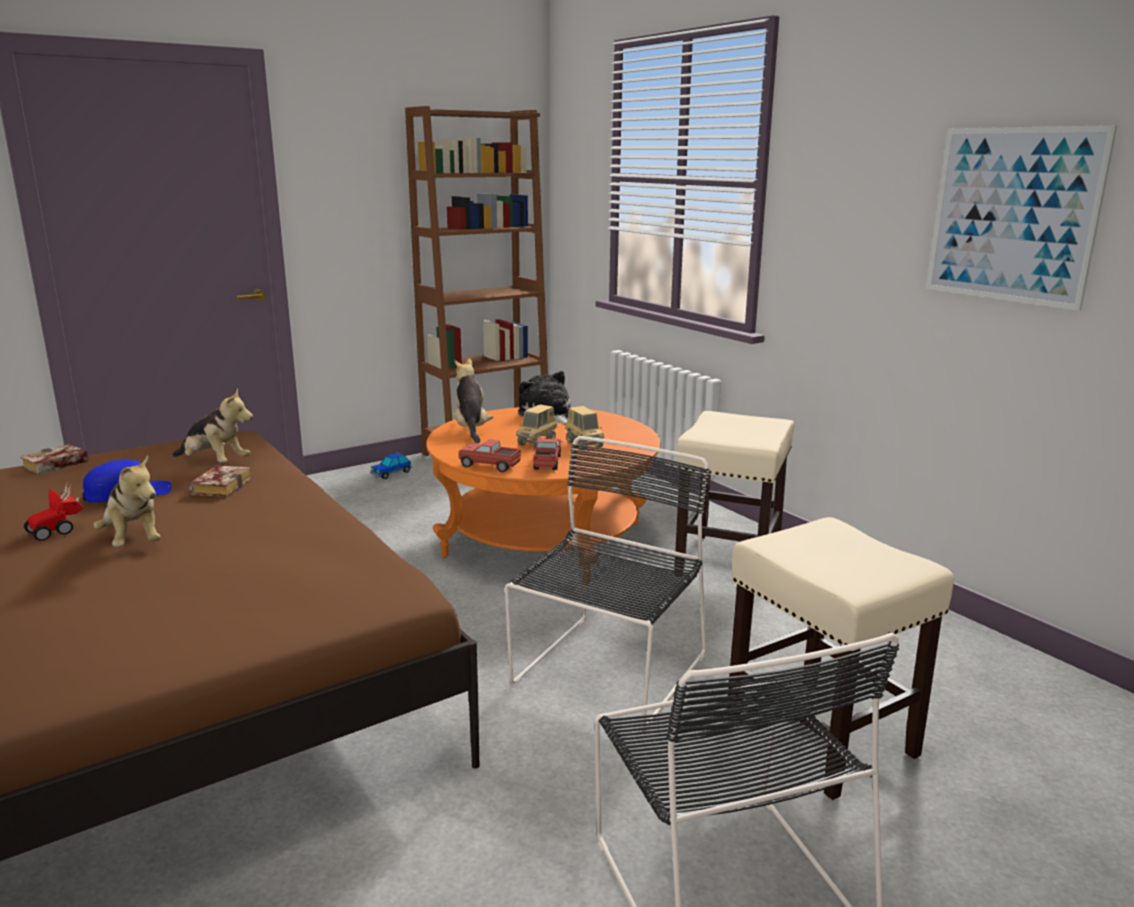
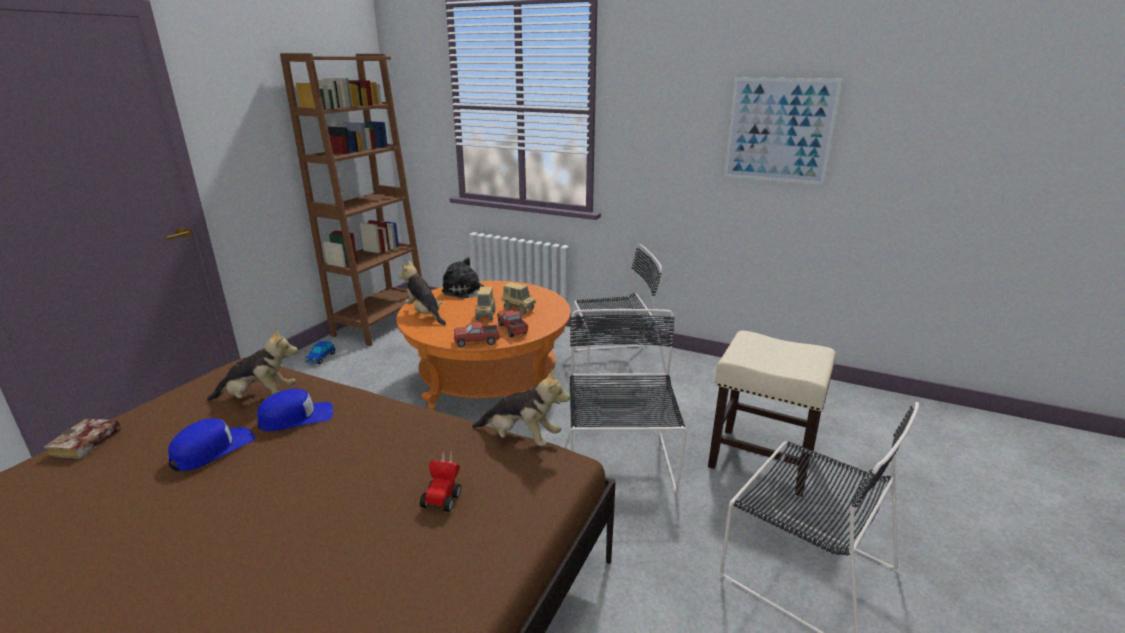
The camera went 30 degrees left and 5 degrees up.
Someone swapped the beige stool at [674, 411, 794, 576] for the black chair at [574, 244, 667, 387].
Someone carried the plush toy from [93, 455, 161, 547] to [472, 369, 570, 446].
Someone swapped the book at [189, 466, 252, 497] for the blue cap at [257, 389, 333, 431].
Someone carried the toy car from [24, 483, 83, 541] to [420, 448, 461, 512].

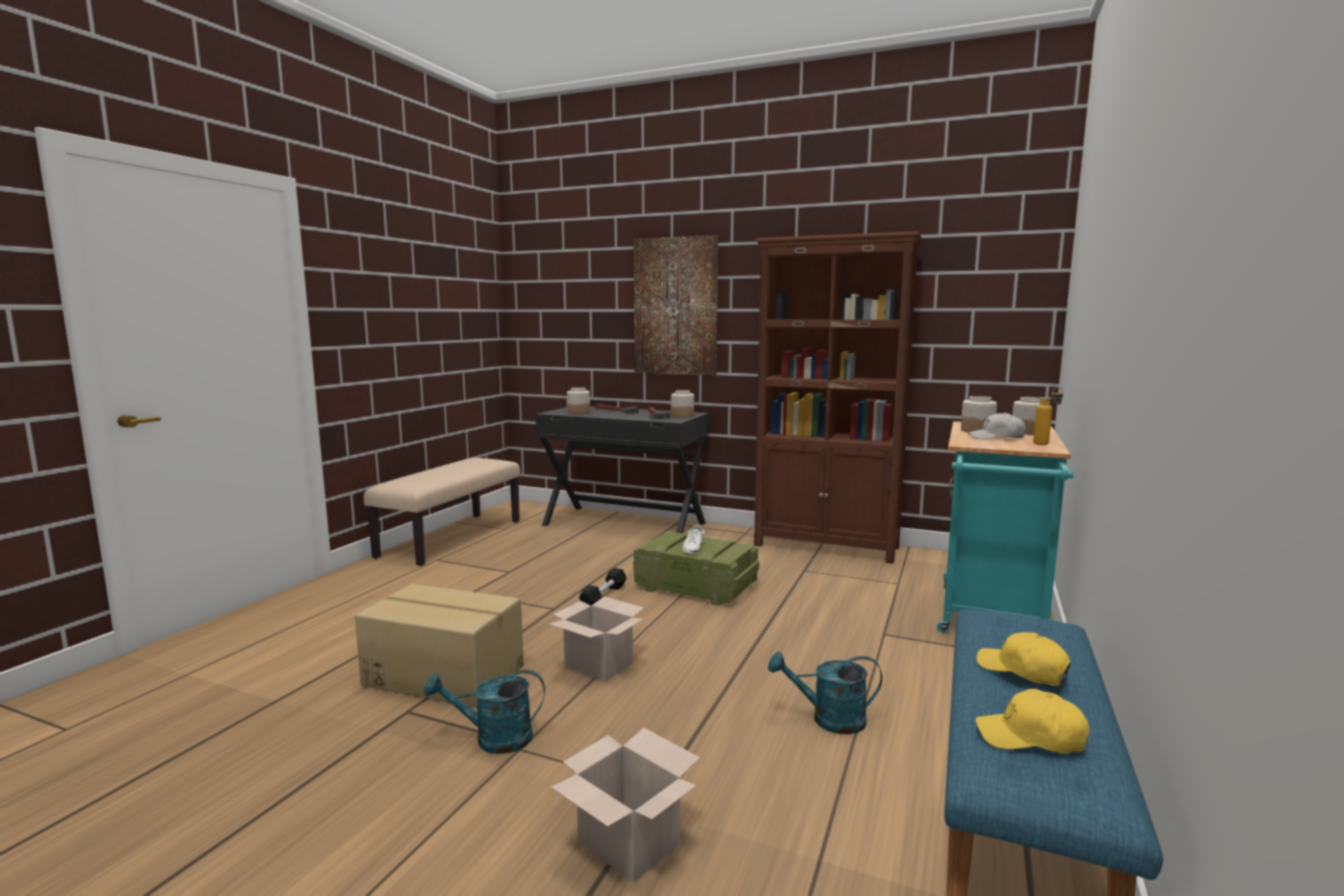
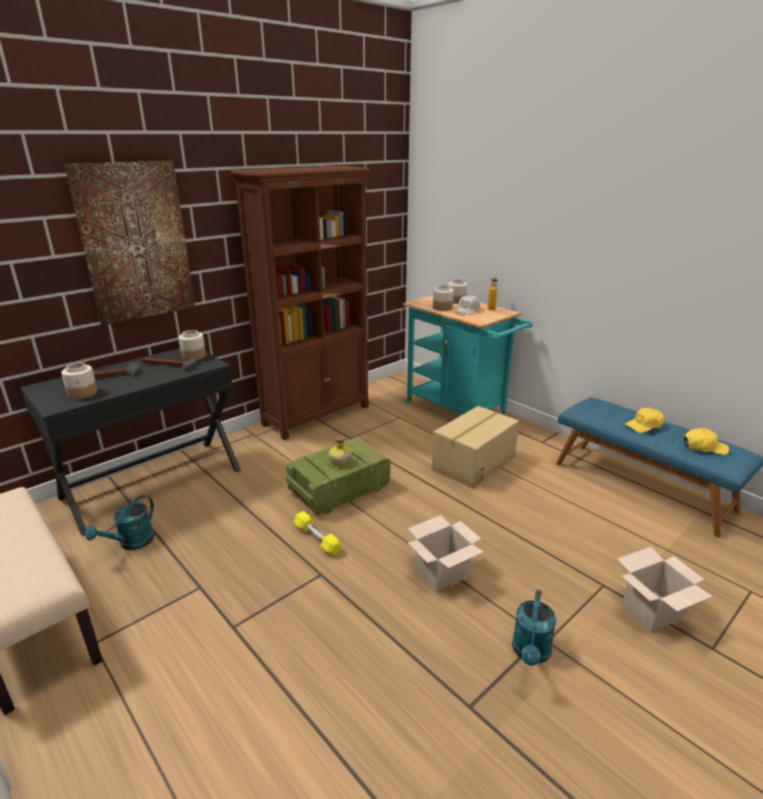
The camera went 65 degrees left and 15 degrees up.
Someone swapped the white shoe at [682, 524, 704, 554] for the bottle at [329, 436, 352, 467].
Someone repainted the black dumbbell at [579, 568, 627, 606], which became the yellow dumbbell at [294, 511, 341, 556].
Someone carried the cardboard box from [355, 584, 524, 708] to [432, 406, 519, 488].
Someone carried the turquoise watering can from [768, 652, 882, 734] to [85, 495, 154, 550].
Someone rotated the yellow cap at [976, 689, 1089, 754] by 120 degrees counterclockwise.

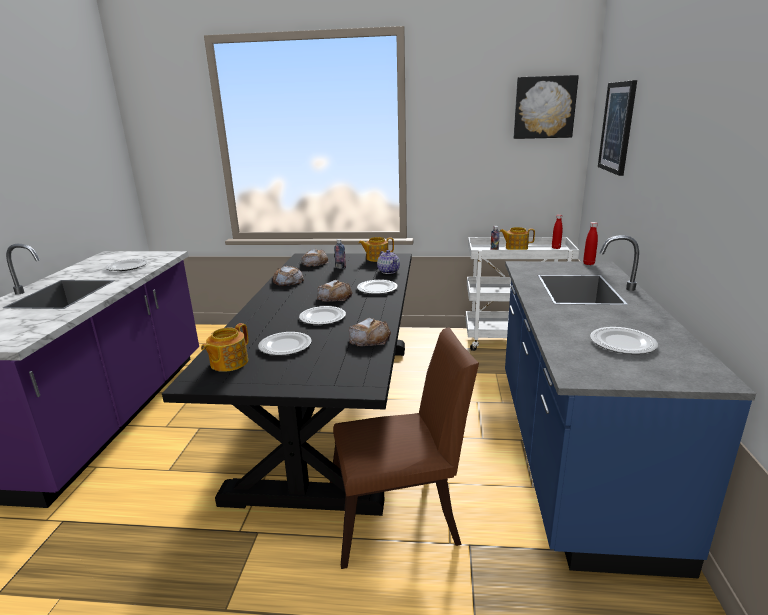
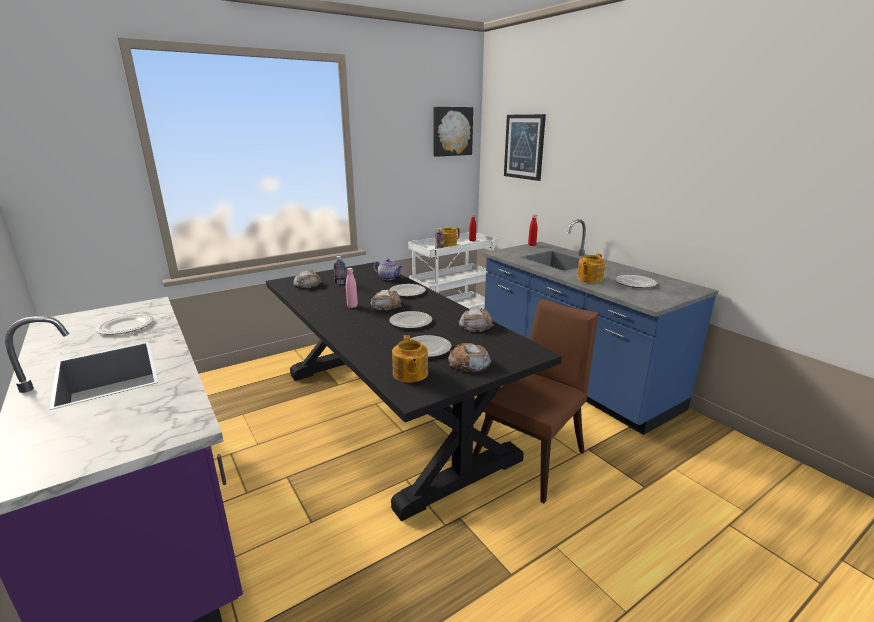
The camera went 40 degrees left and 0 degrees up.
Someone carried the teapot from [359, 237, 394, 262] to [577, 254, 605, 283].
Someone carried the bread from [273, 266, 304, 286] to [448, 343, 492, 372].
Someone put down the pink bottle at [346, 268, 358, 308].

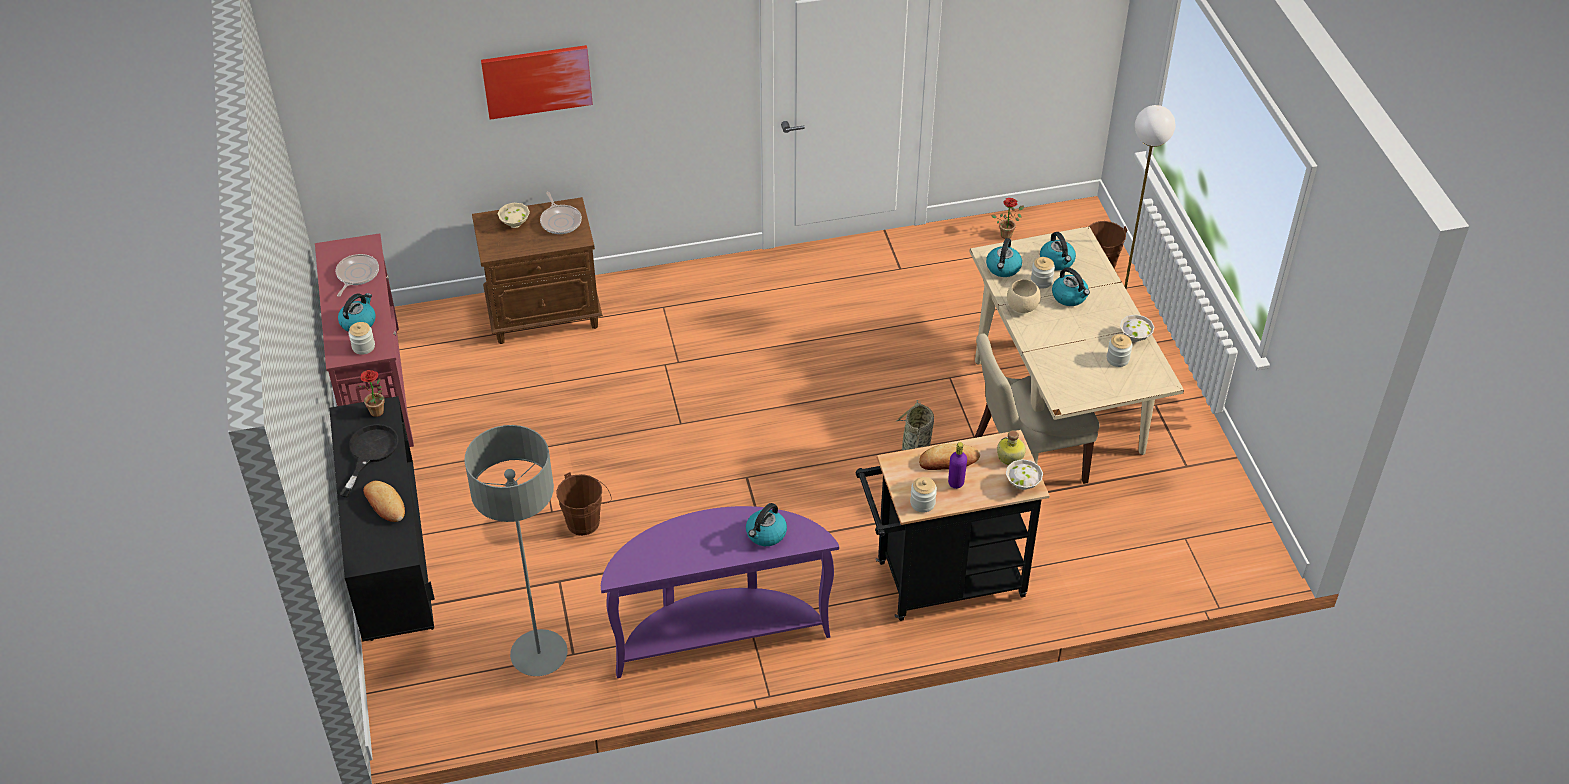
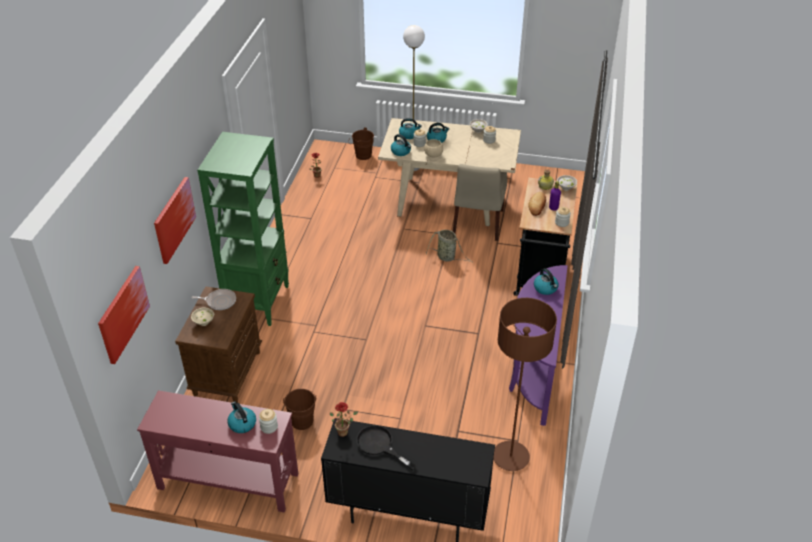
The camera went 65 degrees left and 5 degrees down.
Someone took away the frying pan at [336, 254, 379, 297].
Someone repainted the grey floor lamp at [464, 425, 567, 676], which became the brown floor lamp at [493, 298, 557, 471].
Someone carried the brown bucket from [557, 472, 611, 536] to [283, 389, 317, 430].
Someone took away the bread at [363, 481, 405, 522].
Someone put down the green bookcase at [197, 132, 289, 326].
Someone put up the picture at [98, 266, 150, 364].

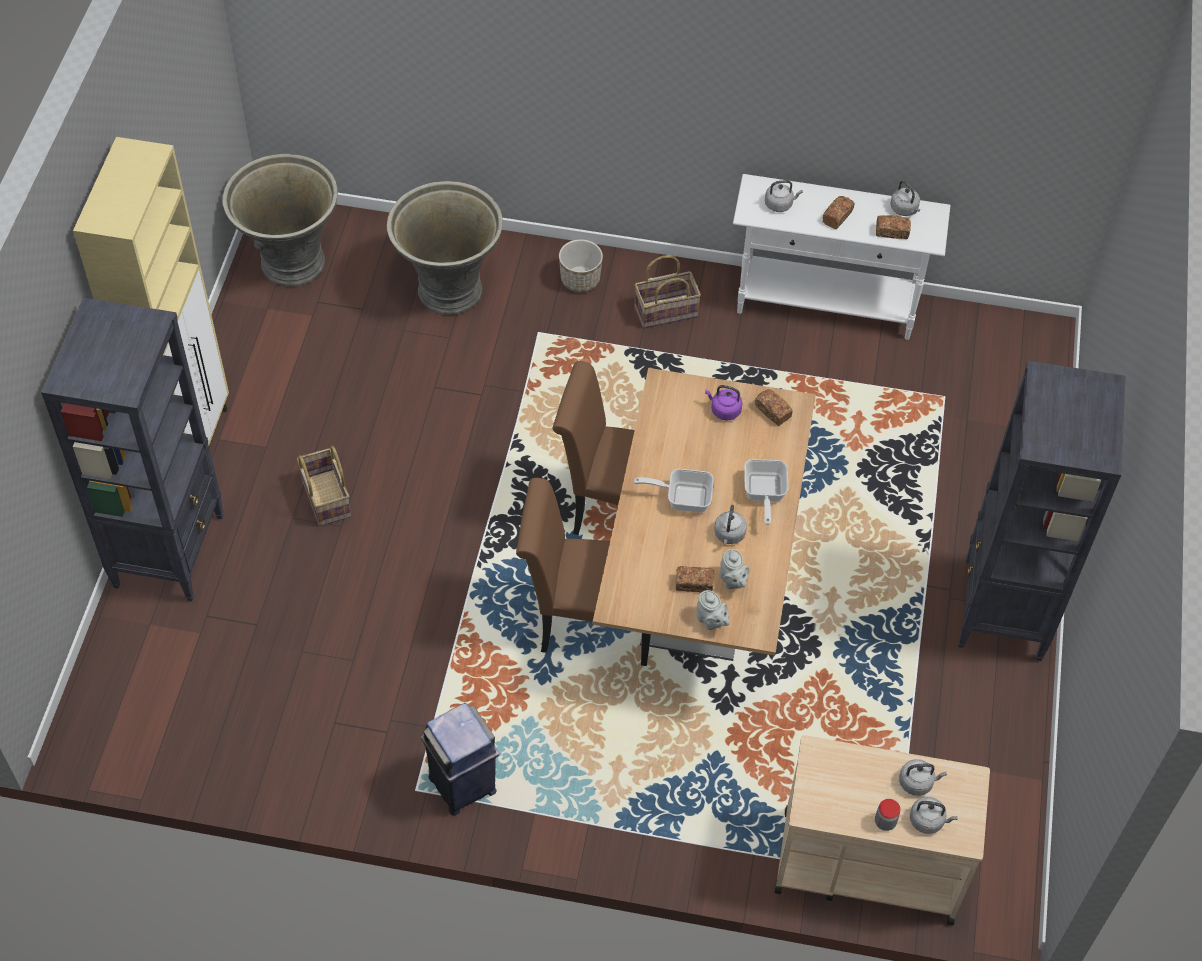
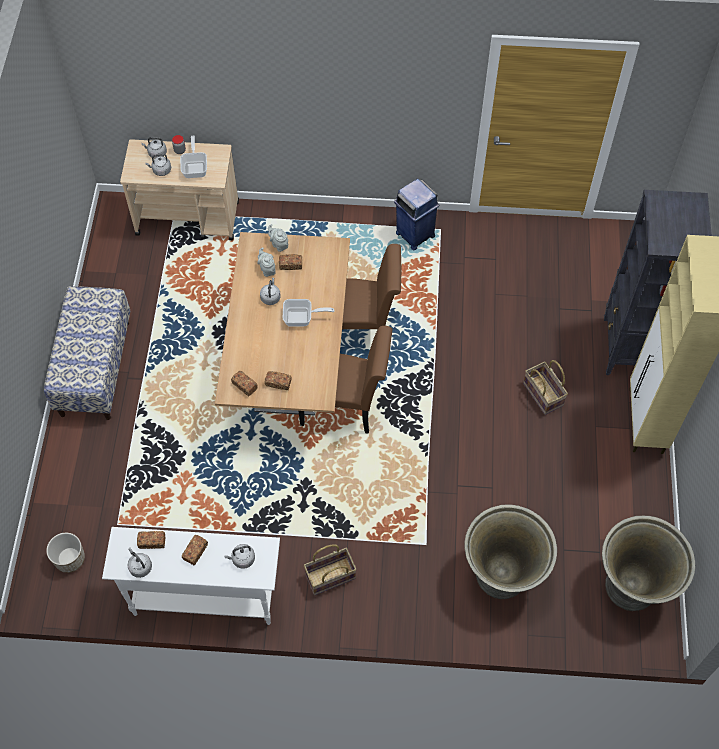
The camera went 175 degrees right and 5 degrees up.
Someone carried the planter from [559, 239, 603, 292] to [46, 533, 85, 573].
Someone swapped the black bookcase at [958, 360, 1125, 661] for the bench at [44, 286, 130, 420].
Someone swapped the purple kettle at [705, 385, 743, 420] for the bread at [265, 371, 291, 390].
Someone carried the frying pan from [744, 459, 788, 525] to [180, 136, 207, 178].

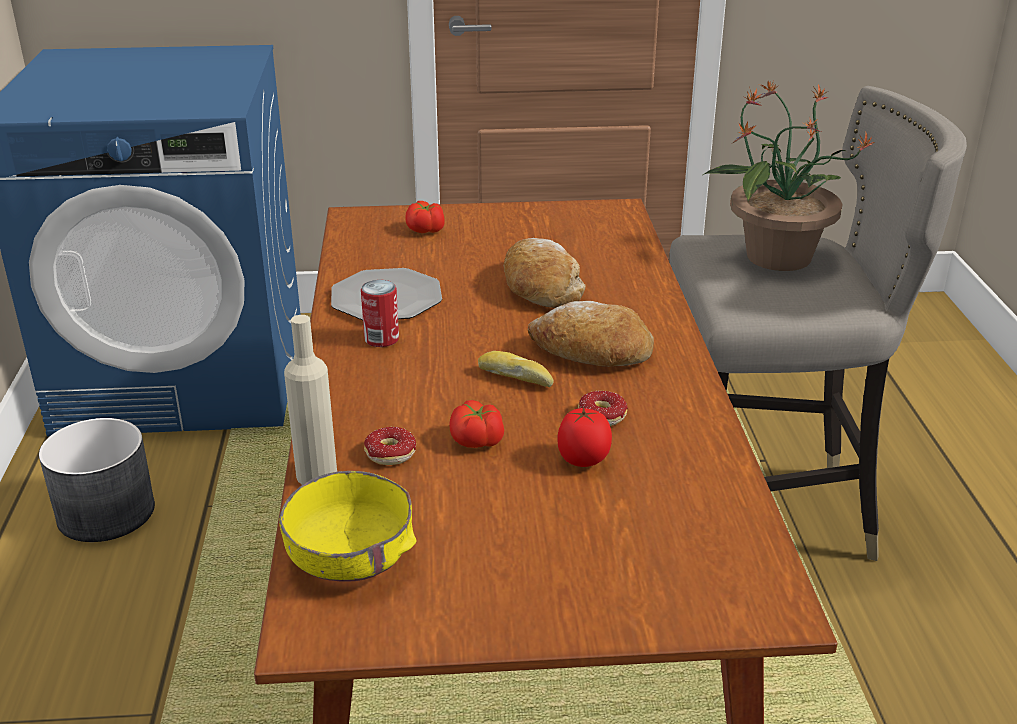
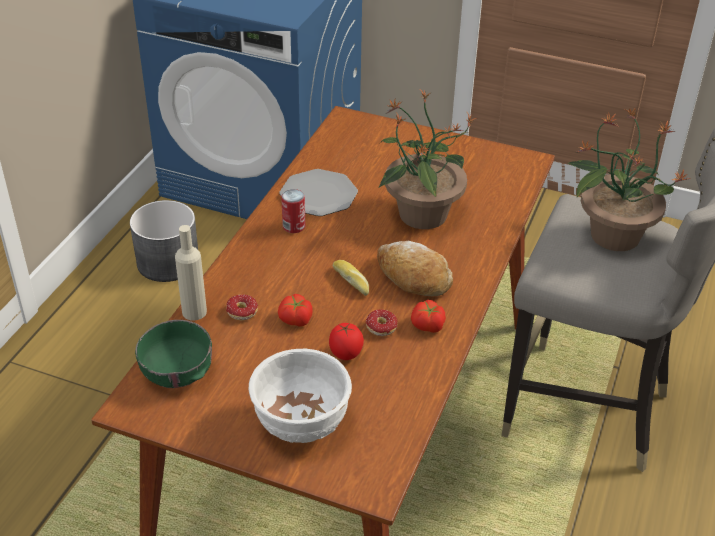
The camera went 25 degrees right and 10 degrees up.
Someone carried the tomato from [405, 201, 445, 233] to [411, 300, 446, 333].
Someone swapped the bread at [504, 238, 586, 308] for the potted plant at [379, 90, 477, 229].
Someone repainted the yellow bowl at [279, 471, 417, 582], which became the green bowl at [135, 320, 212, 388].
Someone put down the white bowl at [249, 349, 352, 443].

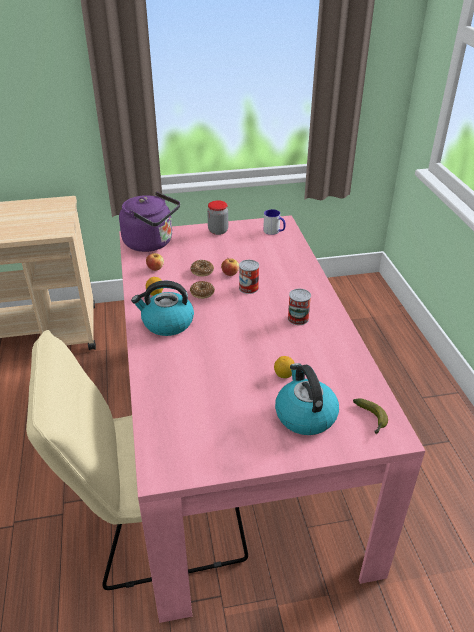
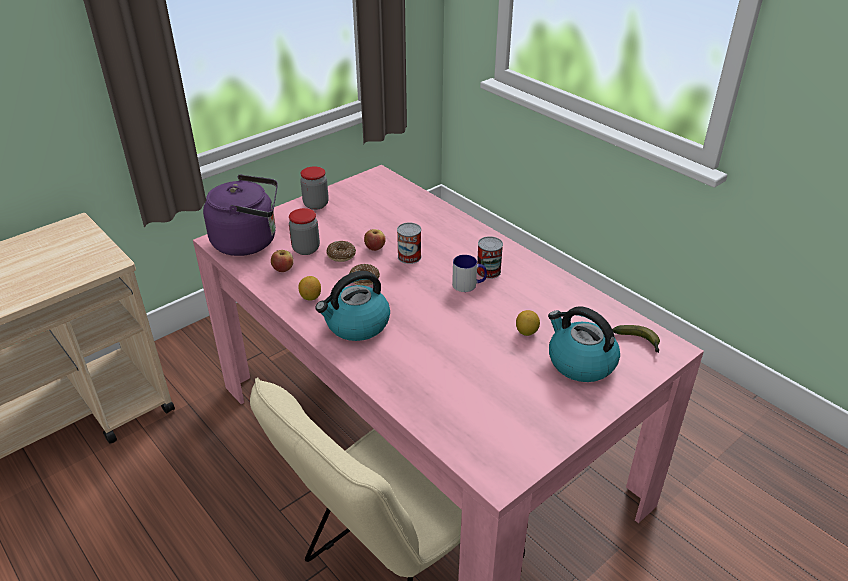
The camera went 30 degrees left and 0 degrees up.
Someone carried the mug from [263, 209, 286, 235] to [452, 255, 487, 292].
Someone put down the jar at [289, 208, 320, 255].

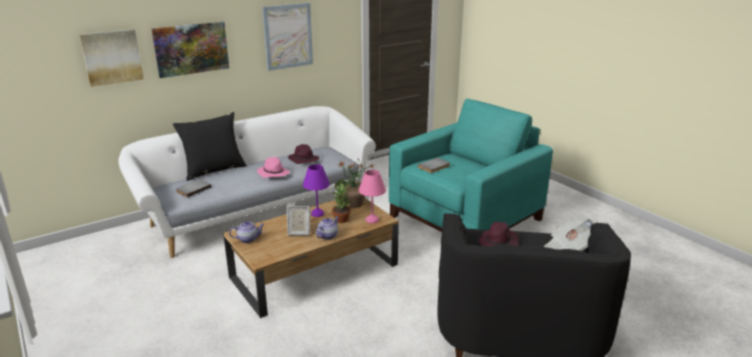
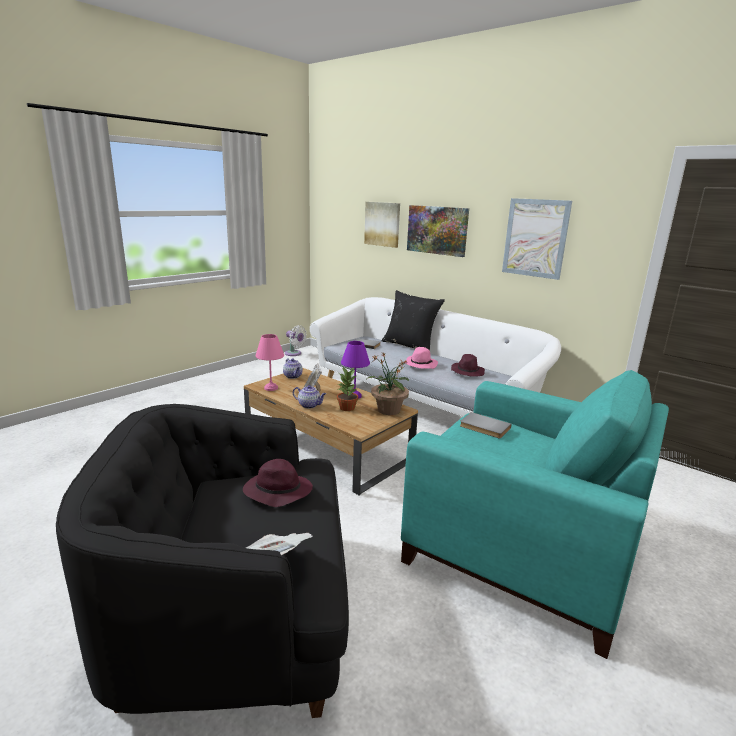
The camera went 75 degrees right and 5 degrees down.
Someone carried the pink table lamp from [359, 170, 386, 223] to [255, 334, 284, 391].
Someone put down the white fan at [285, 325, 307, 356].

